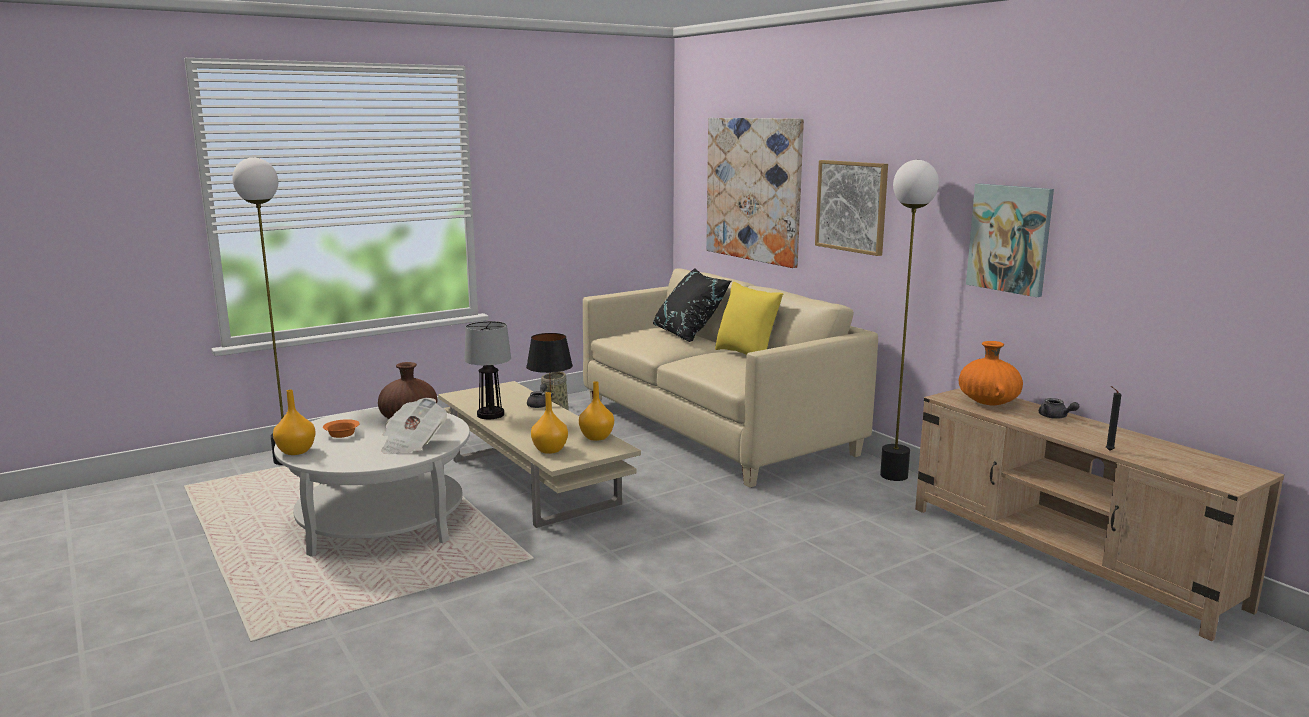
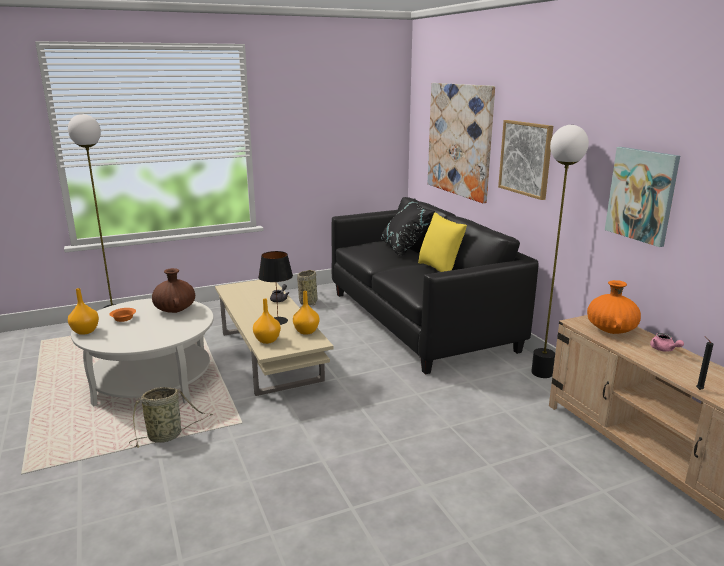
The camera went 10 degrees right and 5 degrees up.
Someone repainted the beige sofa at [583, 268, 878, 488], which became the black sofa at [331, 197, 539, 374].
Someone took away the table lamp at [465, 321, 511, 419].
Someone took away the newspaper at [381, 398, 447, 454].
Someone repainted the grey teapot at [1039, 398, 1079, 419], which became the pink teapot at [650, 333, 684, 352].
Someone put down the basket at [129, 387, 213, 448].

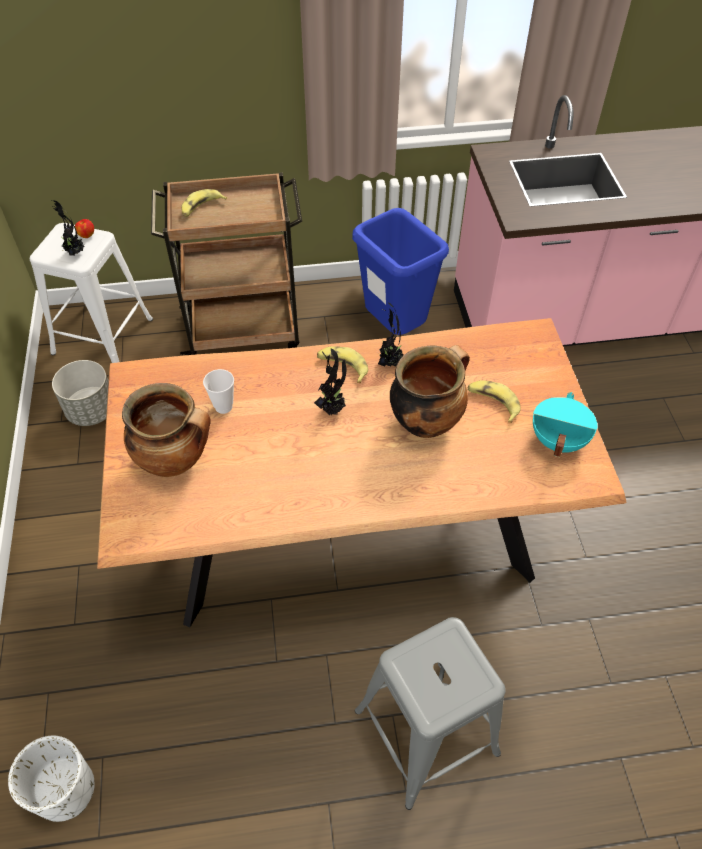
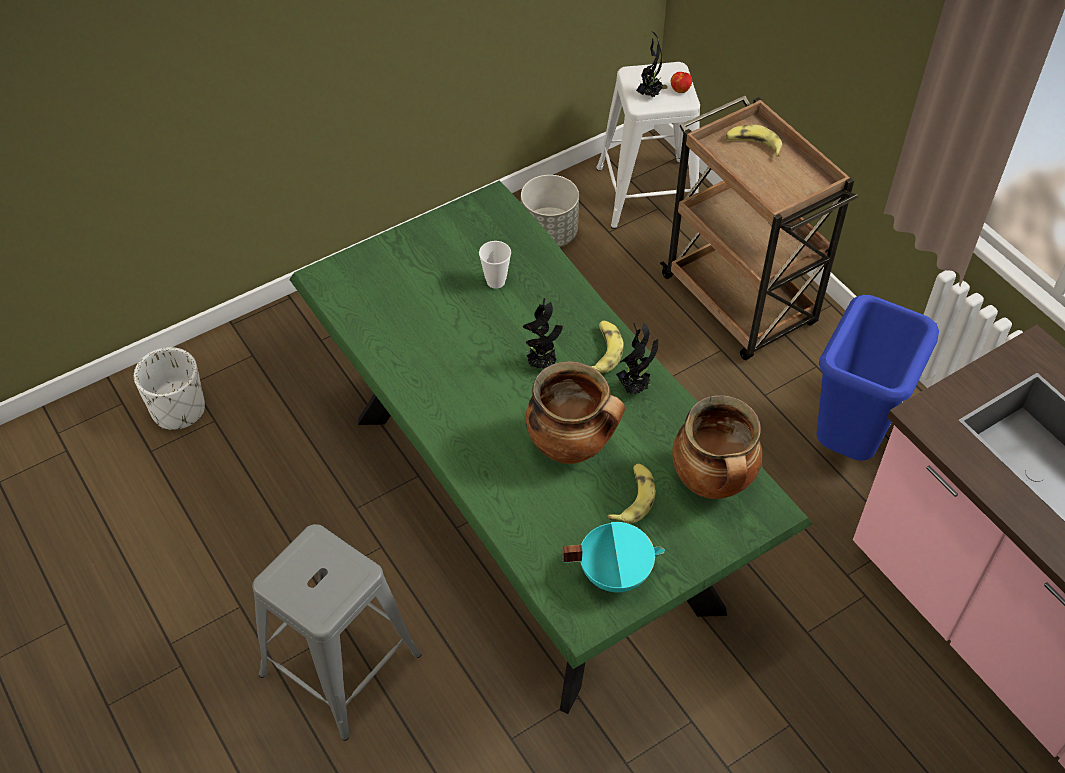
The camera went 65 degrees right and 0 degrees up.
Someone repainted the brown dining table at [97, 318, 627, 627], which became the green dining table at [289, 181, 812, 714].
Someone carried the cooking pot from [122, 383, 211, 477] to [672, 395, 763, 499].

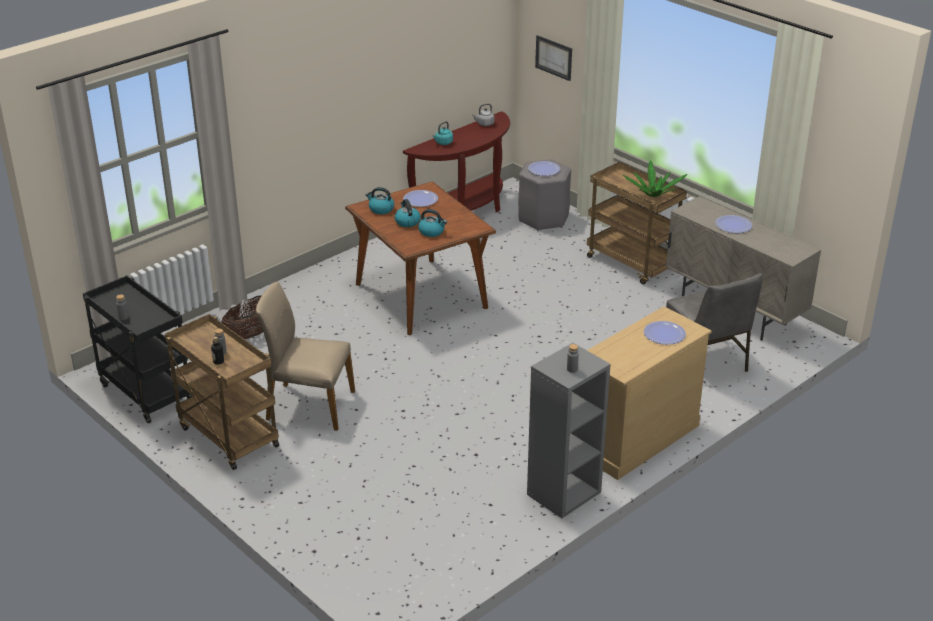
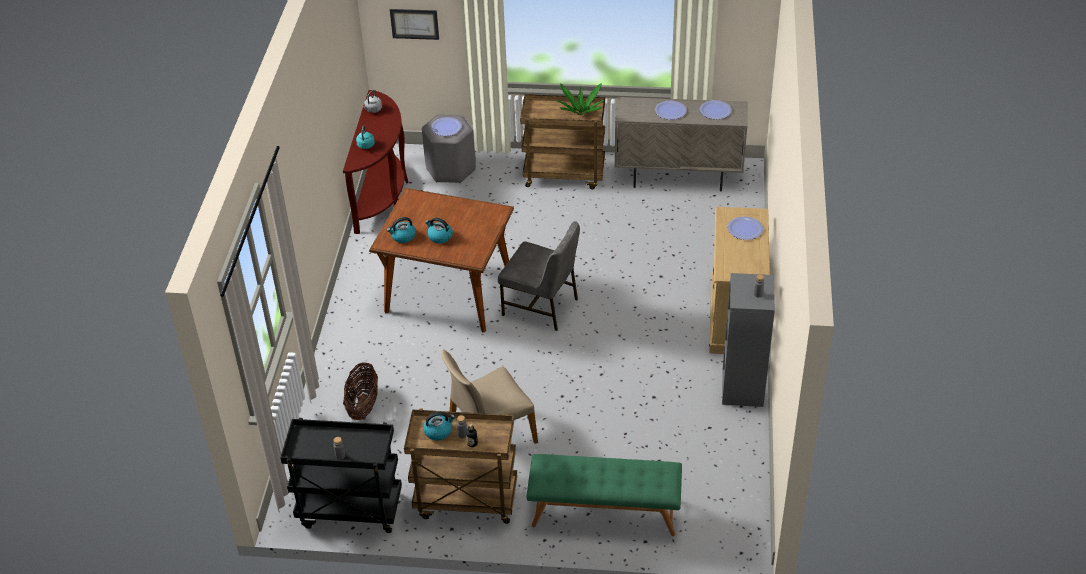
The camera went 40 degrees left and 10 degrees up.
Someone carried the plate from [403, 190, 438, 207] to [700, 100, 732, 119].
Someone carried the kettle from [418, 209, 447, 237] to [423, 412, 455, 440].
Someone carried the grey chair from [666, 273, 762, 372] to [498, 221, 580, 331].
Someone put down the green bench at [526, 454, 682, 536].

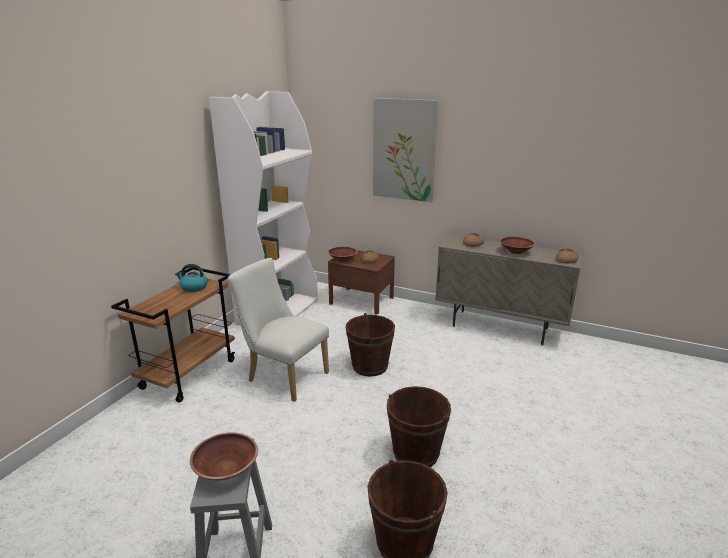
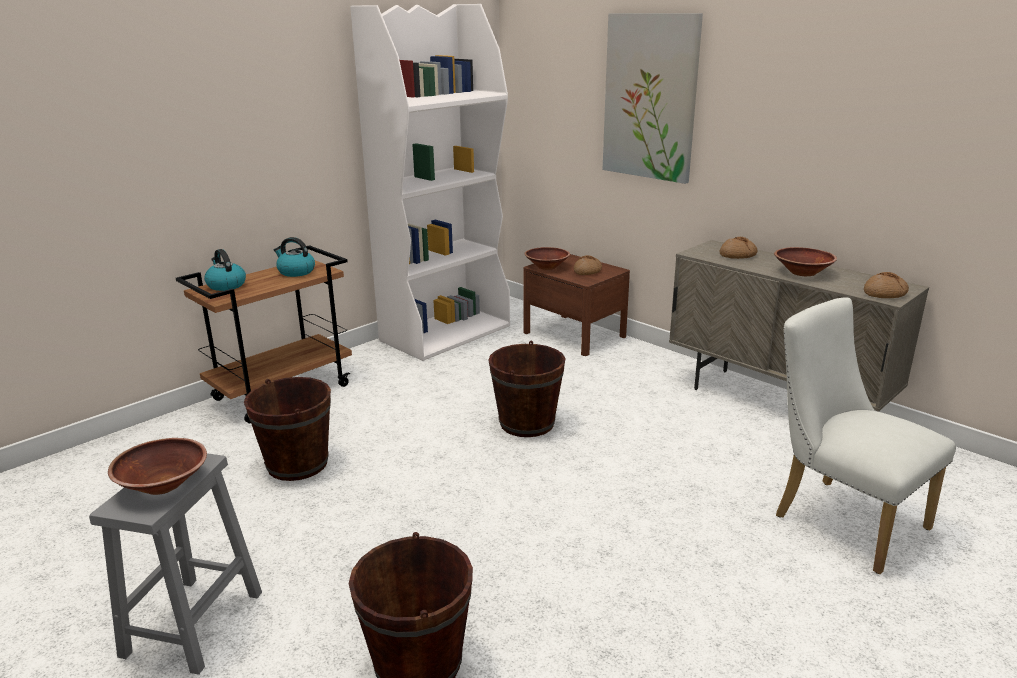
The camera went 20 degrees right and 0 degrees up.
Someone carried the white chair from [228, 258, 329, 402] to [776, 298, 956, 574].
Someone carried the brown bucket from [387, 386, 451, 467] to [244, 377, 331, 481].
Someone put down the kettle at [204, 249, 246, 291].

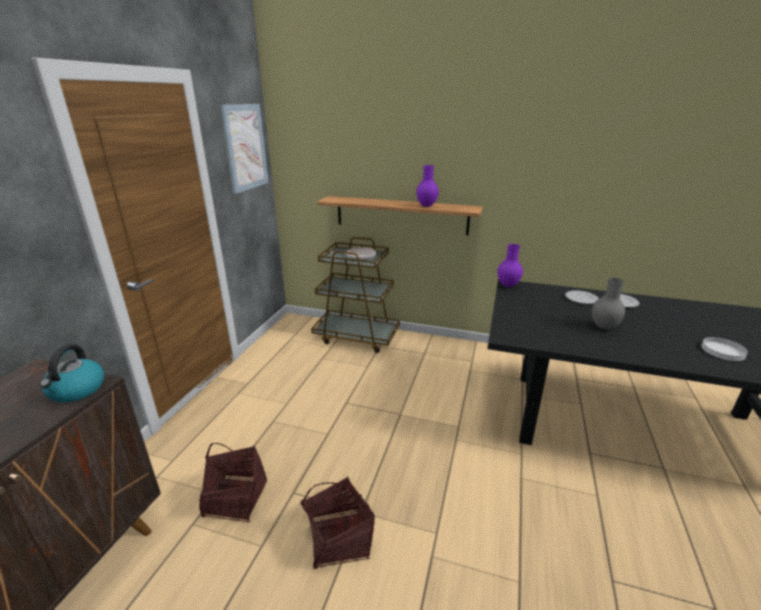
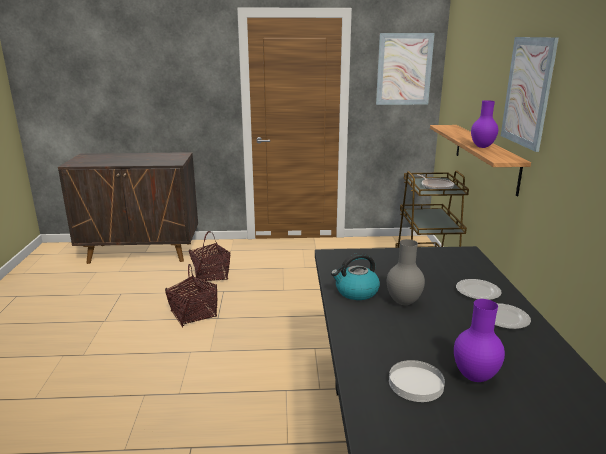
The camera went 70 degrees right and 5 degrees down.
Someone carried the purple vase from [498, 244, 523, 287] to [454, 299, 505, 382].
Someone carried the kettle from [40, 344, 104, 402] to [331, 253, 380, 300].
Someone put up the picture at [501, 37, 559, 152].

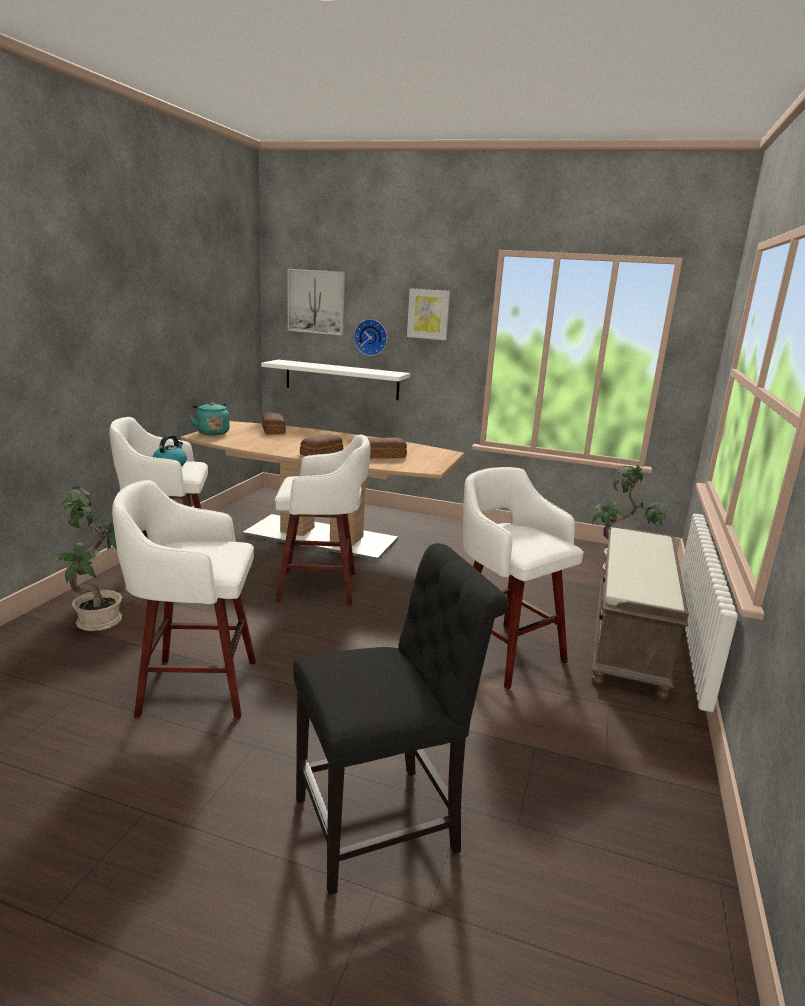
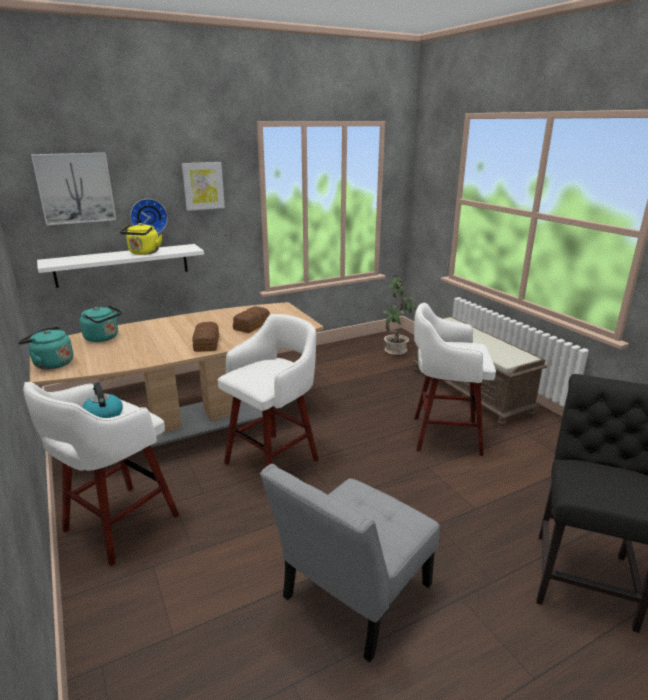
The camera went 45 degrees left and 5 degrees up.
Someone swapped the bread at [262, 413, 286, 434] for the turquoise kettle at [80, 305, 122, 342].
Someone swapped the white stool at [112, 480, 256, 718] for the grey chair at [260, 464, 440, 663].
Someone took away the potted plant at [54, 486, 123, 631].
Someone put down the yellow kettle at [120, 223, 162, 255].

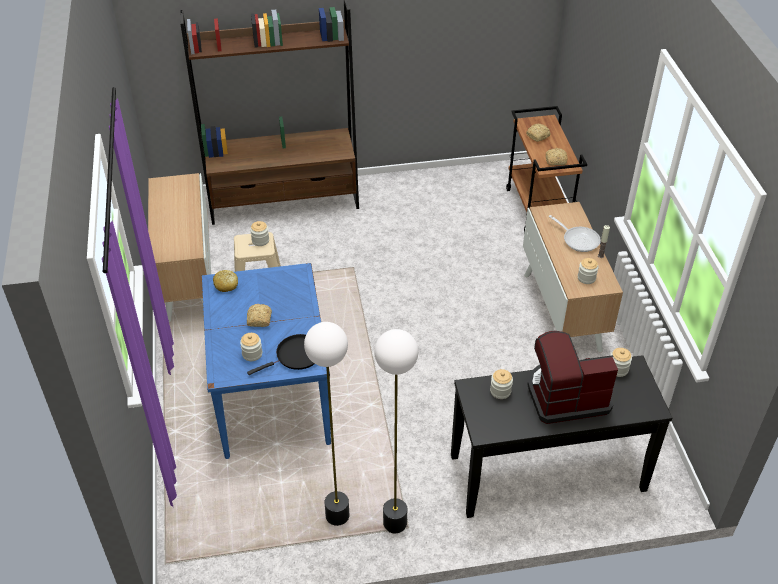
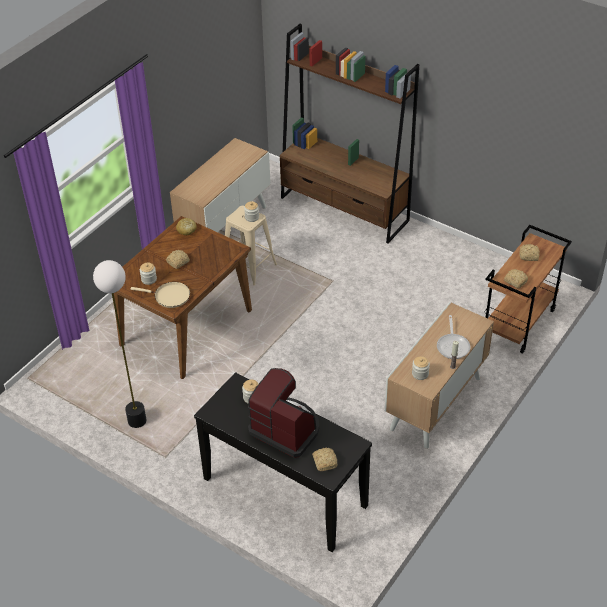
The camera went 45 degrees right and 0 degrees up.
Someone repainted the blue dining table at [202, 263, 331, 459], which became the brown dining table at [114, 216, 252, 379].
Someone took away the floor lamp at [374, 329, 418, 533].
Someone repainted the black frying pan at [247, 334, 314, 375], which became the beige frying pan at [131, 282, 190, 308].
Someone took away the jar at [611, 348, 632, 377].
Someone put down the bread at [312, 448, 338, 471].

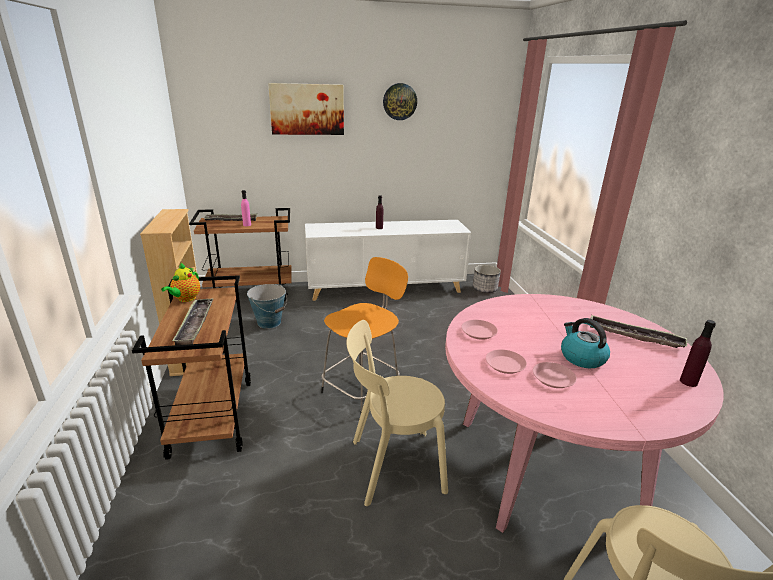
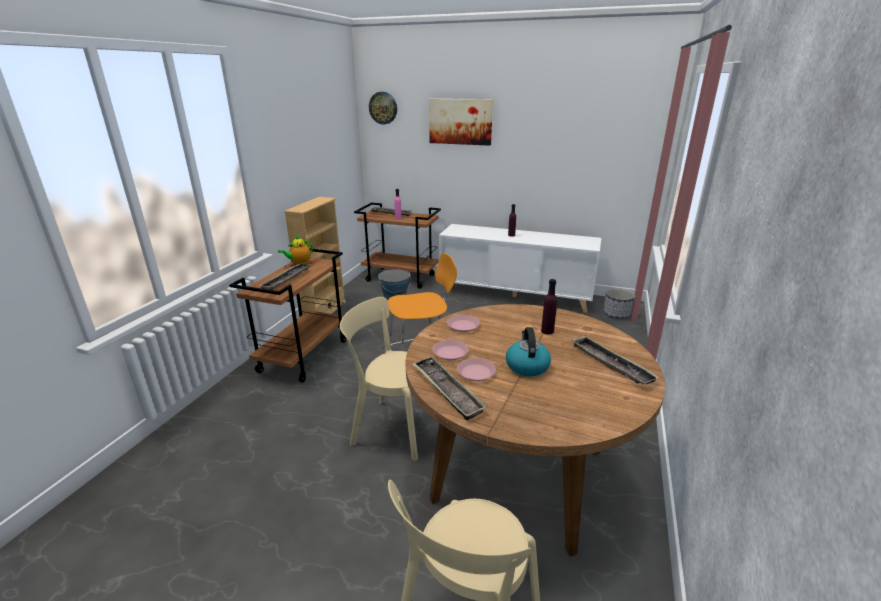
The camera went 30 degrees right and 0 degrees up.
Someone carried the wall clock from [383, 83, 417, 120] to [369, 92, 397, 124].
Someone repainted the pink dining table at [445, 294, 724, 533], which became the brown dining table at [405, 304, 665, 557].
Someone carried the purple bottle from [680, 320, 716, 387] to [541, 279, 557, 335].
Someone put down the tray at [412, 356, 488, 421].

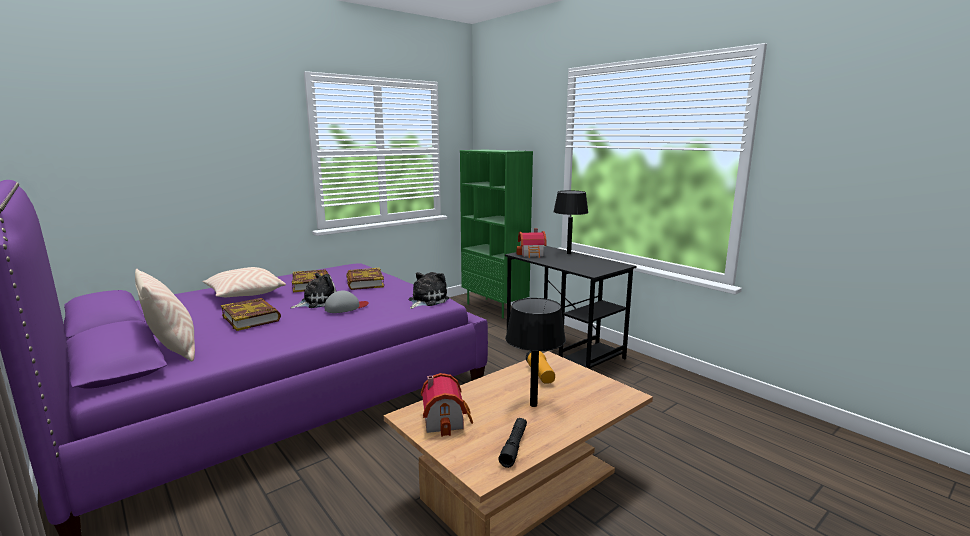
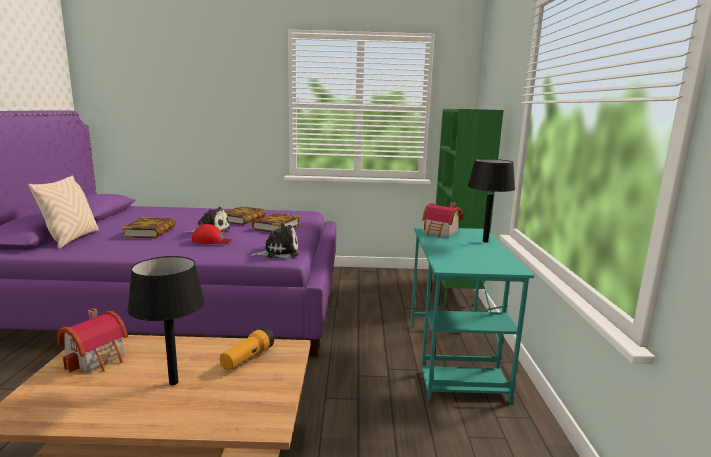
The camera went 40 degrees right and 0 degrees up.
Someone repainted the black desk at [505, 246, 636, 369], which became the turquoise desk at [411, 227, 534, 403].
Someone took away the beige pillow at [202, 267, 286, 298].
Someone repainted the grey cap at [325, 291, 369, 313], which became the red cap at [192, 224, 232, 244].
Someone took away the black flashlight at [499, 418, 527, 468].

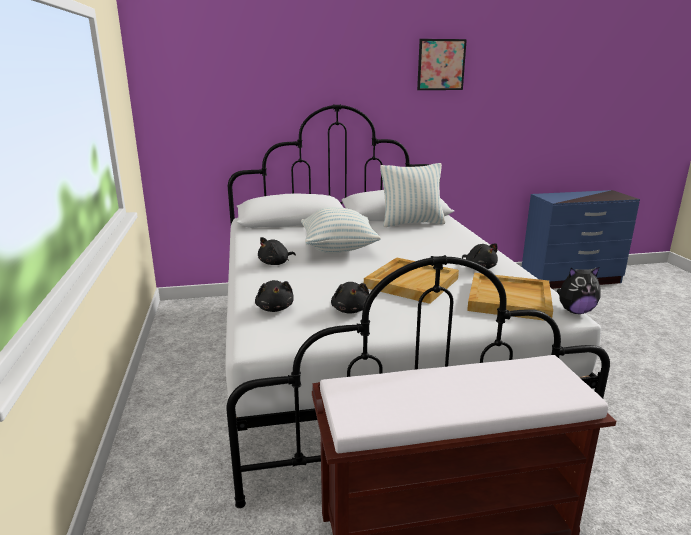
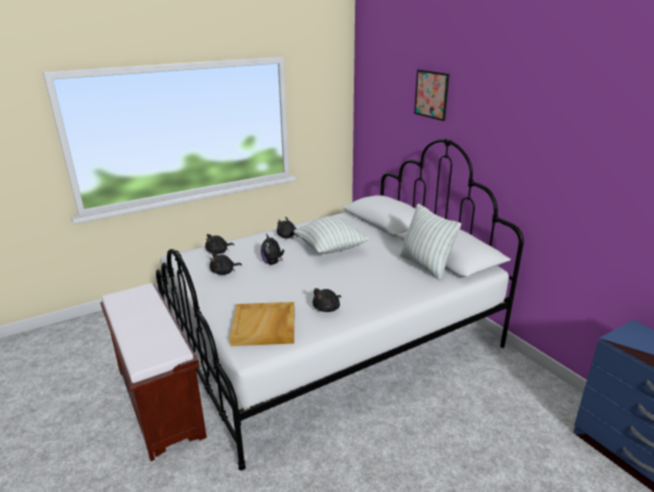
The camera went 70 degrees right and 5 degrees up.
Someone carried the picture from [417, 39, 467, 90] to [414, 69, 450, 121].
Someone took away the beige tray at [364, 257, 459, 304].
Someone carried the plush toy from [556, 267, 601, 314] to [261, 233, 284, 265].

